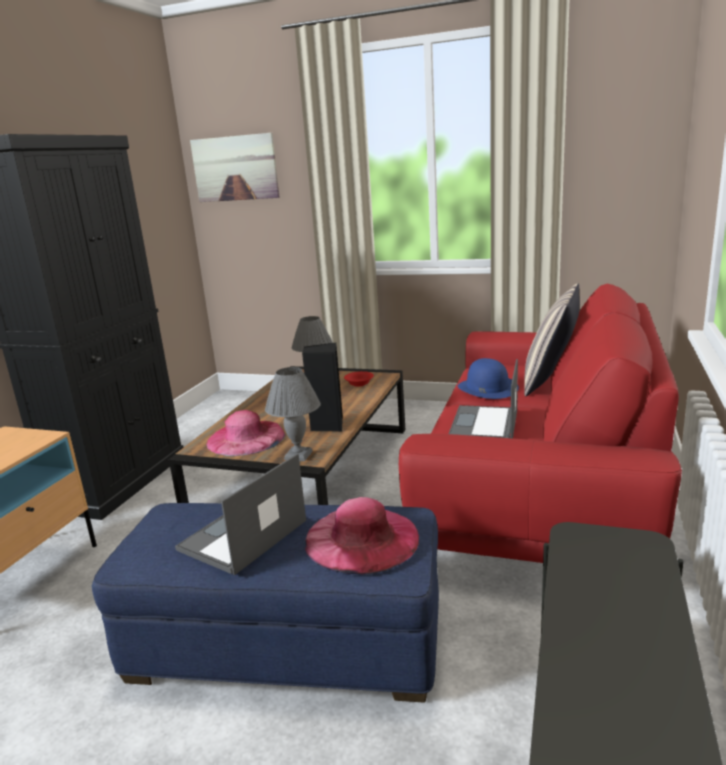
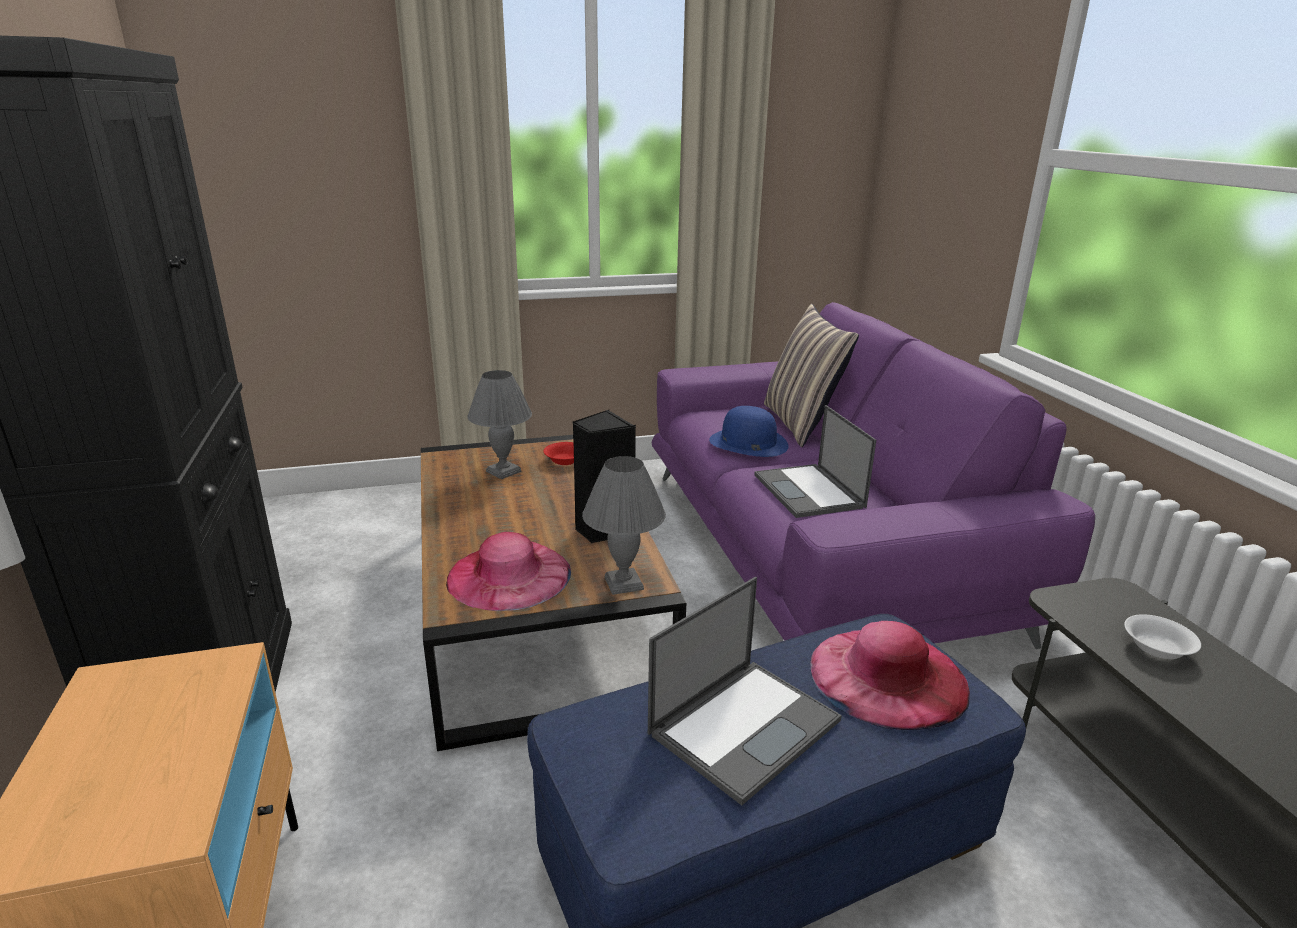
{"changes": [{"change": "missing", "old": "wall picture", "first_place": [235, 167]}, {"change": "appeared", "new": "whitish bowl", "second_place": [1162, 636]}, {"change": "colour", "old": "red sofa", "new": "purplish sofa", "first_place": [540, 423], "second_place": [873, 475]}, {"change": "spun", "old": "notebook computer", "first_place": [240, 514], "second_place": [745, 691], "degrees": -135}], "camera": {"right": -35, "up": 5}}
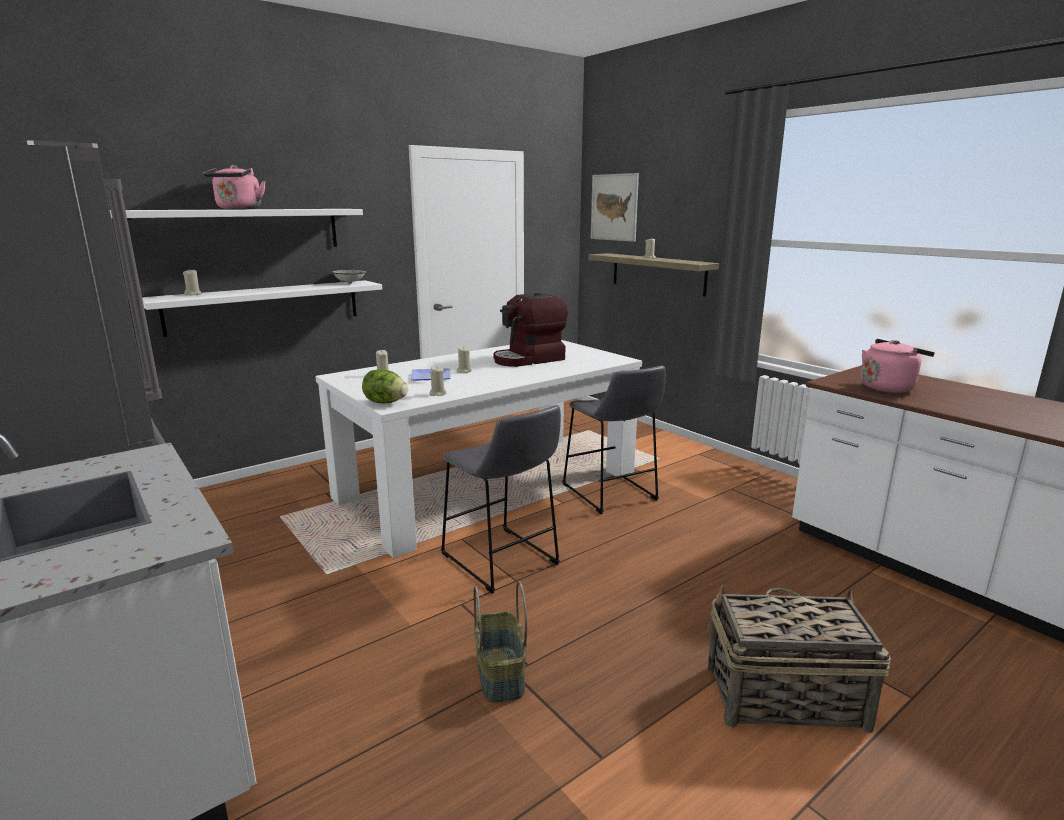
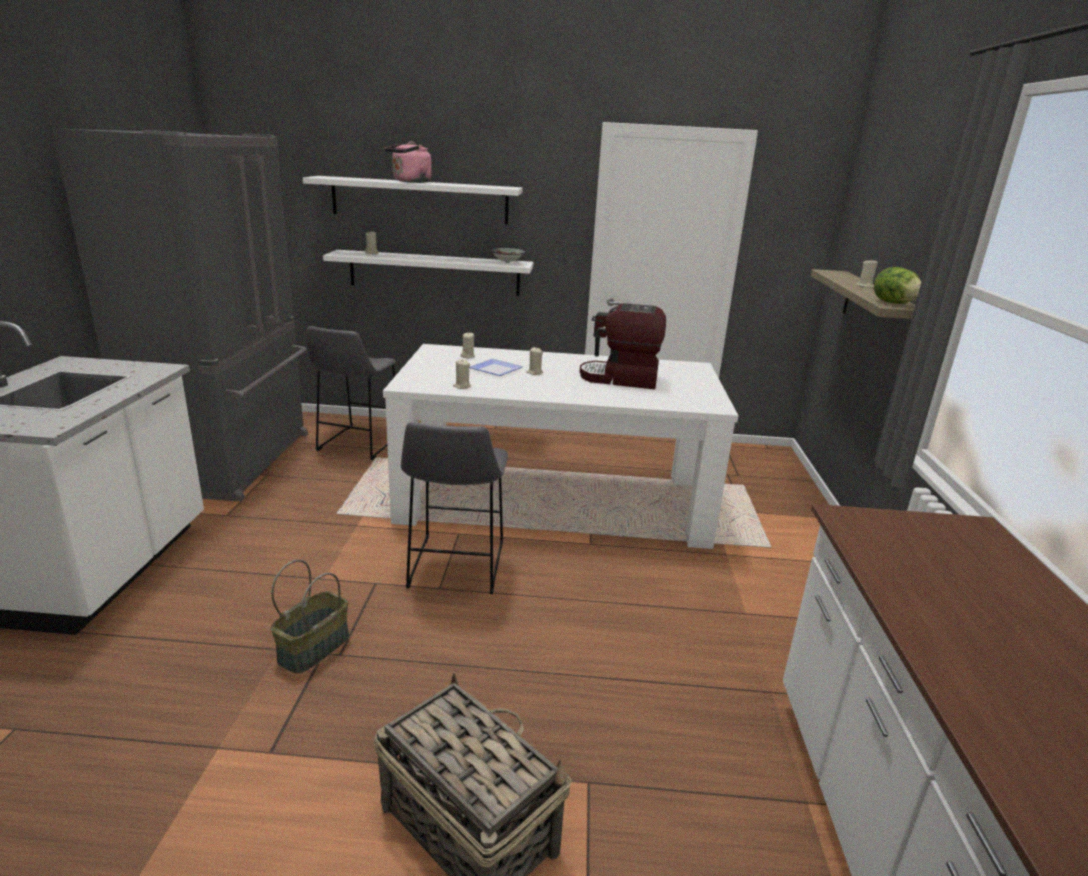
{"changes": [{"change": "missing", "old": "wall picture", "first_place": [615, 207]}, {"change": "missing", "old": "pinkish water kettle", "first_place": [898, 366]}, {"change": "relocated", "old": "head of lettuce", "first_place": [385, 386], "second_place": [897, 285]}, {"change": "relocated", "old": "gray stool seat", "first_place": [614, 440], "second_place": [351, 393]}], "camera": {"right": 40, "up": 5}}
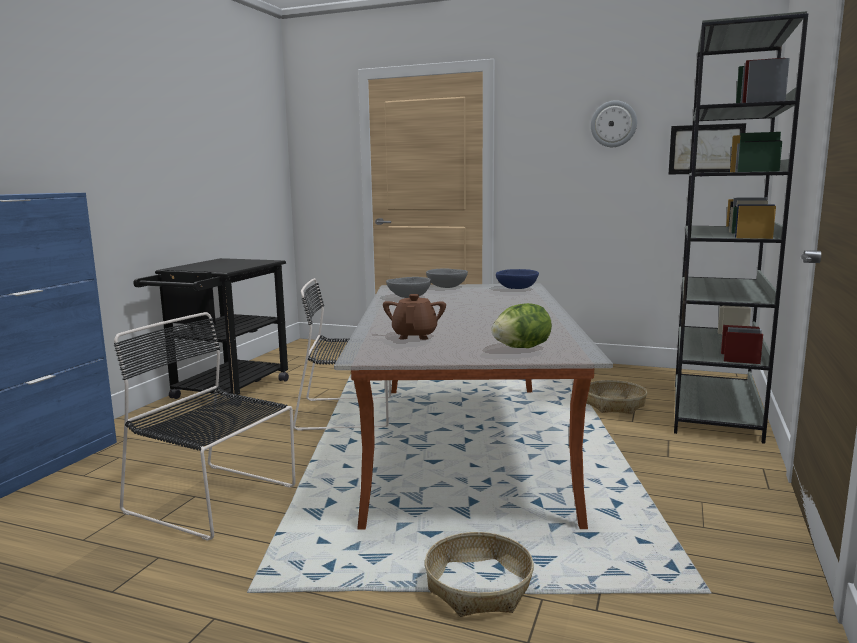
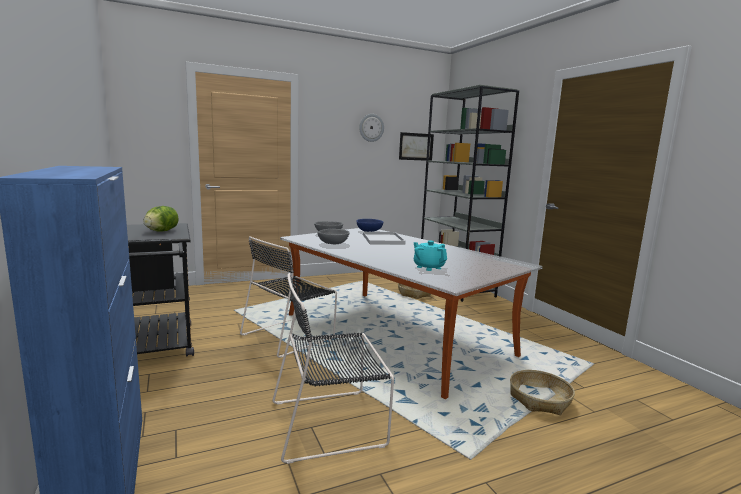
{"changes": [{"change": "appeared", "new": "whitish serving tray", "second_place": [384, 238]}, {"change": "relocated", "old": "head of lettuce", "first_place": [521, 325], "second_place": [161, 219]}, {"change": "colour", "old": "brown tea pot", "new": "blue-green tea pot", "first_place": [414, 317], "second_place": [430, 256]}], "camera": {"right": -45, "up": 0}}
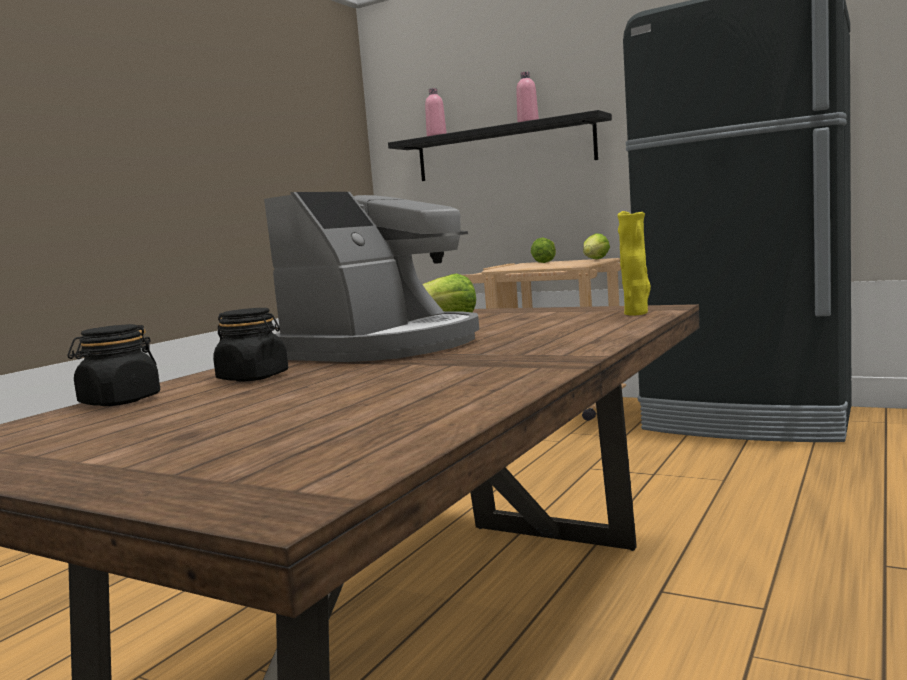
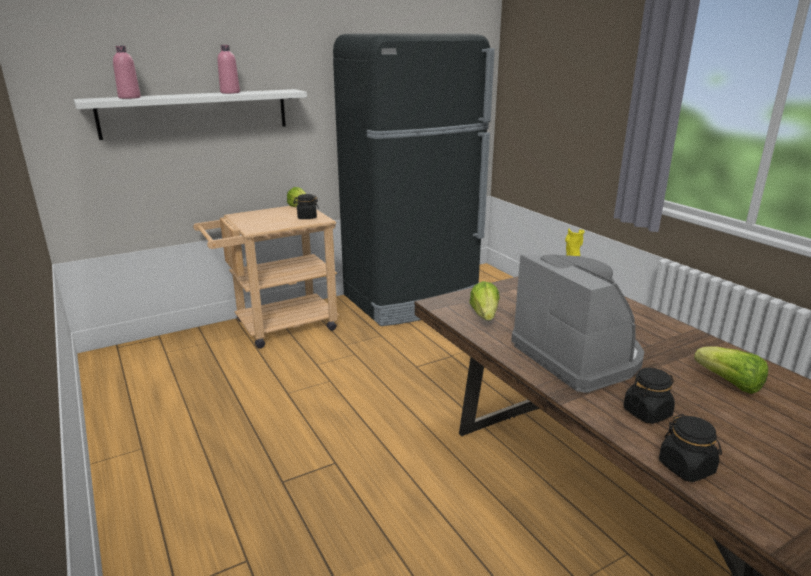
{"changes": [{"change": "appeared", "new": "blackish preserve jar", "second_place": [306, 206]}, {"change": "relocated", "old": "head of lettuce", "first_place": [543, 250], "second_place": [731, 370]}, {"change": "colour", "old": "blackish wall shelf", "new": "whitish wall shelf", "first_place": [500, 145], "second_place": [190, 114]}], "camera": {"right": -60, "up": 15}}
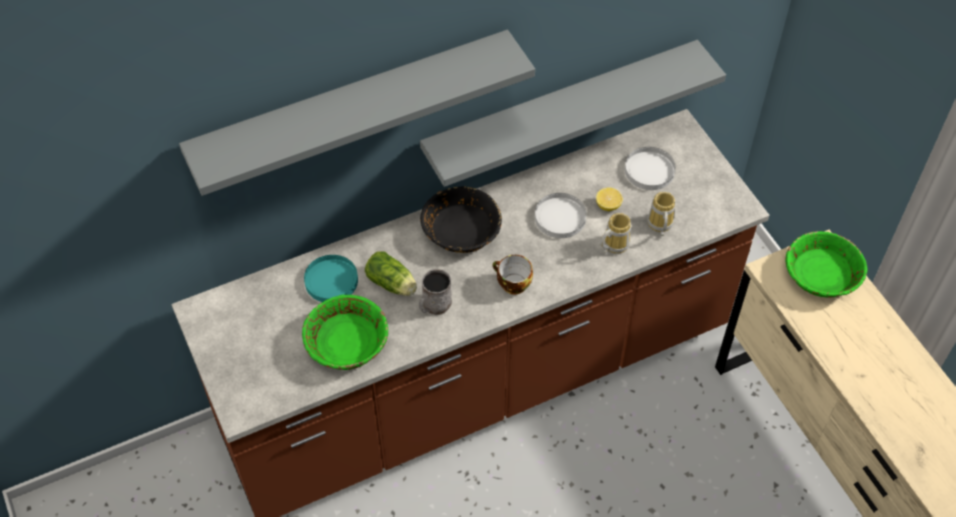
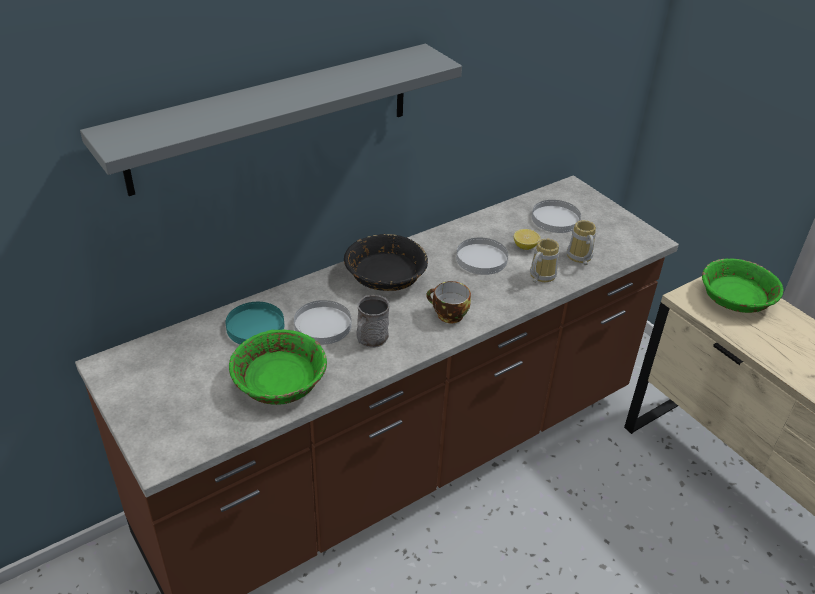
{"changes": [{"change": "missing", "old": "gray wall shelf", "first_place": [573, 113]}, {"change": "exchanged", "old": "head of lettuce", "new": "whitish flat dish", "first_place": [391, 273], "second_place": [322, 322]}], "camera": {"right": -10, "up": -15}}
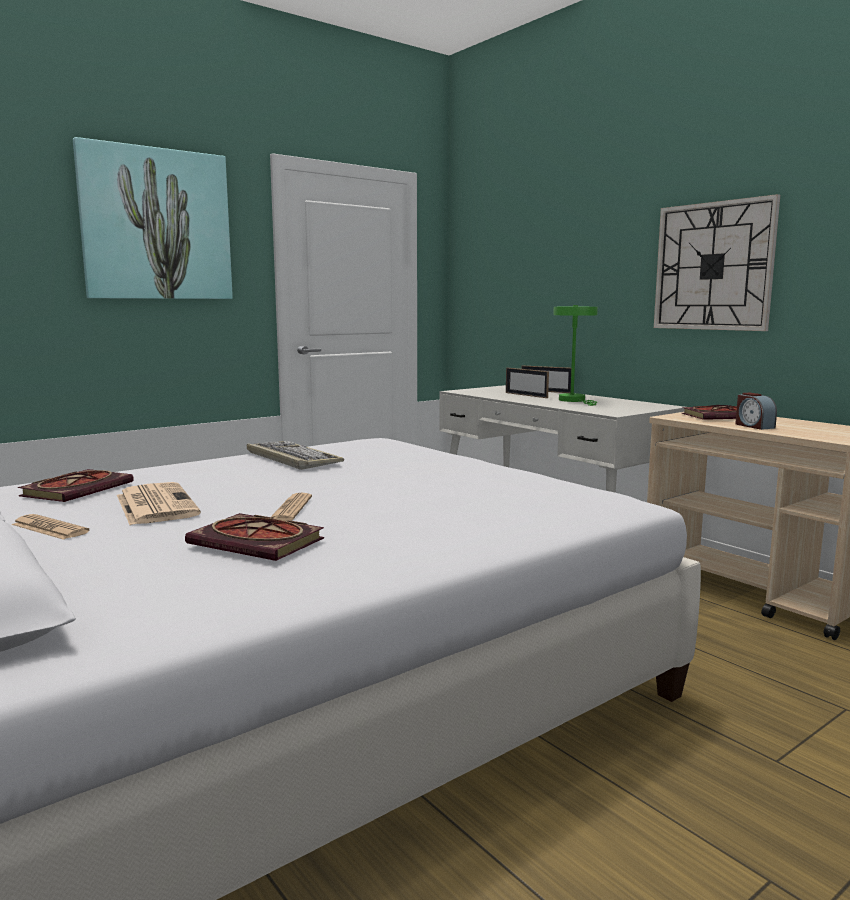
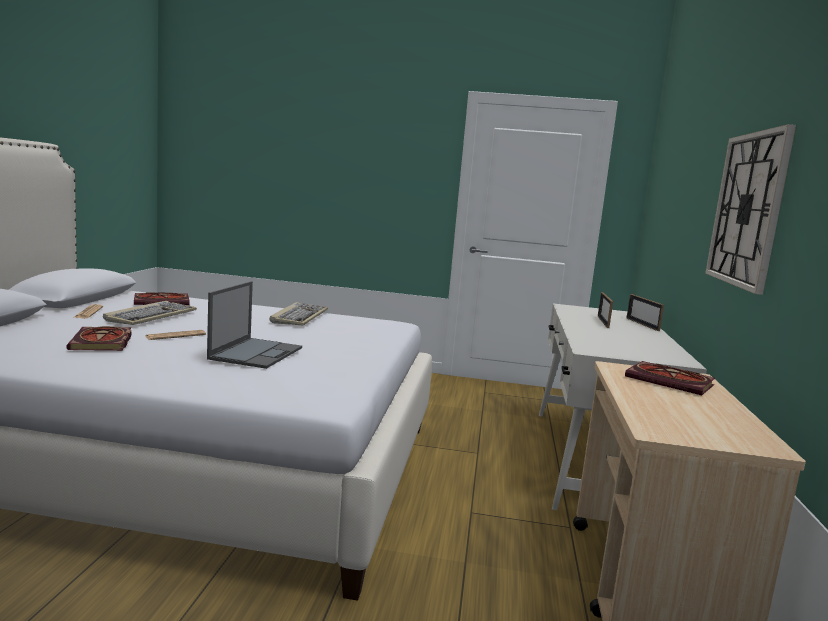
{"changes": [{"change": "missing", "old": "wall picture", "first_place": [153, 218]}, {"change": "missing", "old": "green table lamp", "first_place": [575, 355]}, {"change": "missing", "old": "alarm clock", "first_place": [756, 411]}, {"change": "appeared", "new": "notebook computer", "second_place": [254, 325]}, {"change": "exchanged", "old": "daily paper", "new": "computer keyboard", "first_place": [159, 503], "second_place": [150, 313]}], "camera": {"right": 45, "up": 0}}
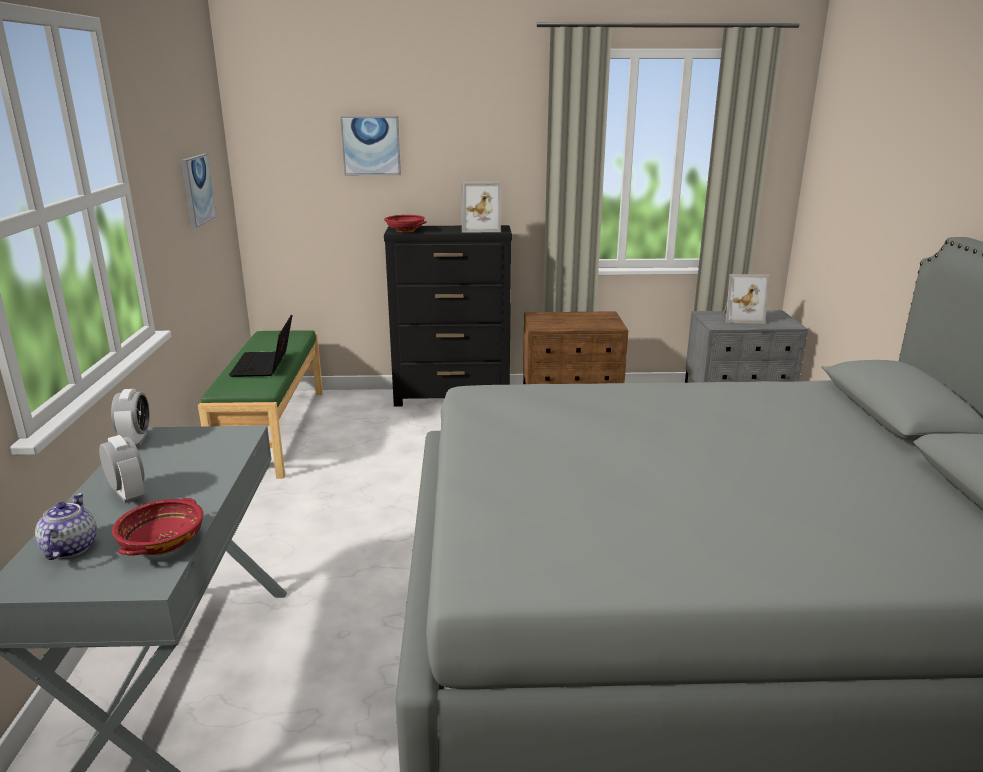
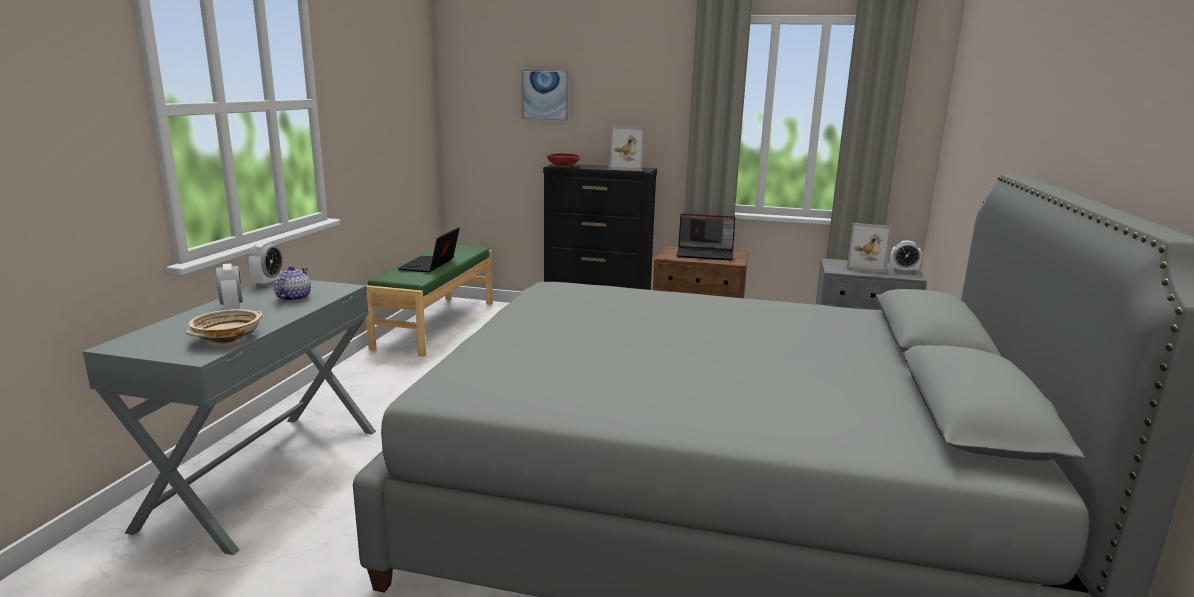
{"changes": [{"change": "missing", "old": "wall picture", "first_place": [198, 191]}, {"change": "appeared", "new": "notebook computer", "second_place": [706, 237]}, {"change": "appeared", "new": "alarm clock", "second_place": [906, 257]}, {"change": "relocated", "old": "tea pot", "first_place": [66, 526], "second_place": [292, 283]}, {"change": "colour", "old": "red bowl", "new": "beige-coloured bowl", "first_place": [157, 527], "second_place": [224, 326]}], "camera": {"right": 15, "up": -5}}
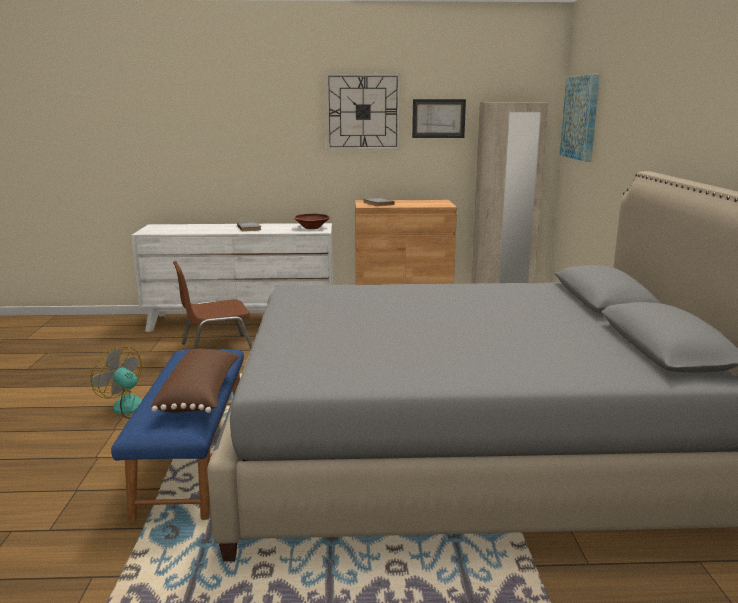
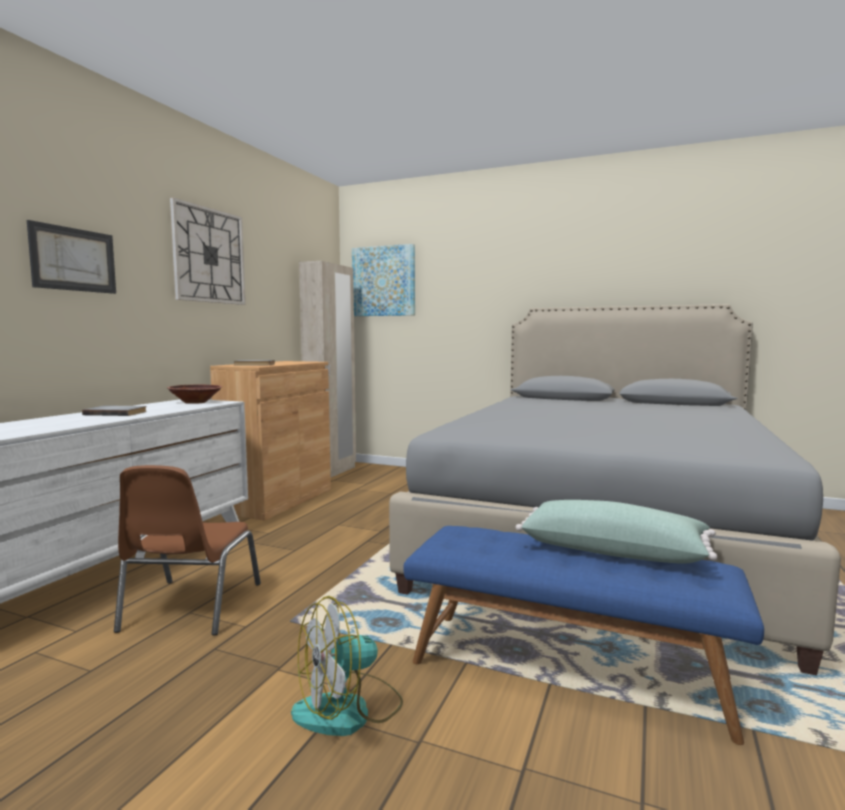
{"changes": [{"change": "relocated", "old": "wall picture", "first_place": [439, 118], "second_place": [71, 257]}, {"change": "colour", "old": "brown cushion", "new": "green cushion", "first_place": [195, 381], "second_place": [616, 532]}], "camera": {"right": -65, "up": -10}}
